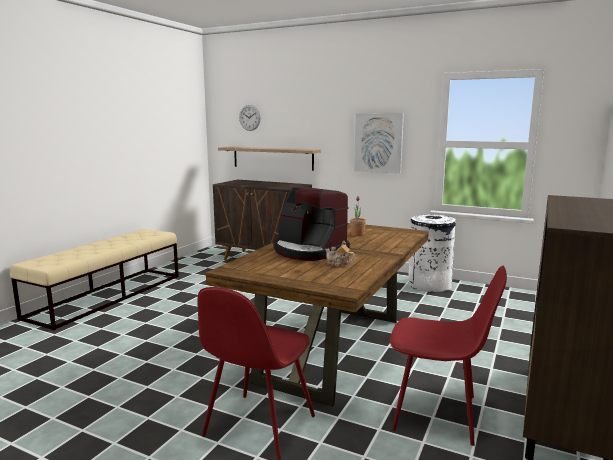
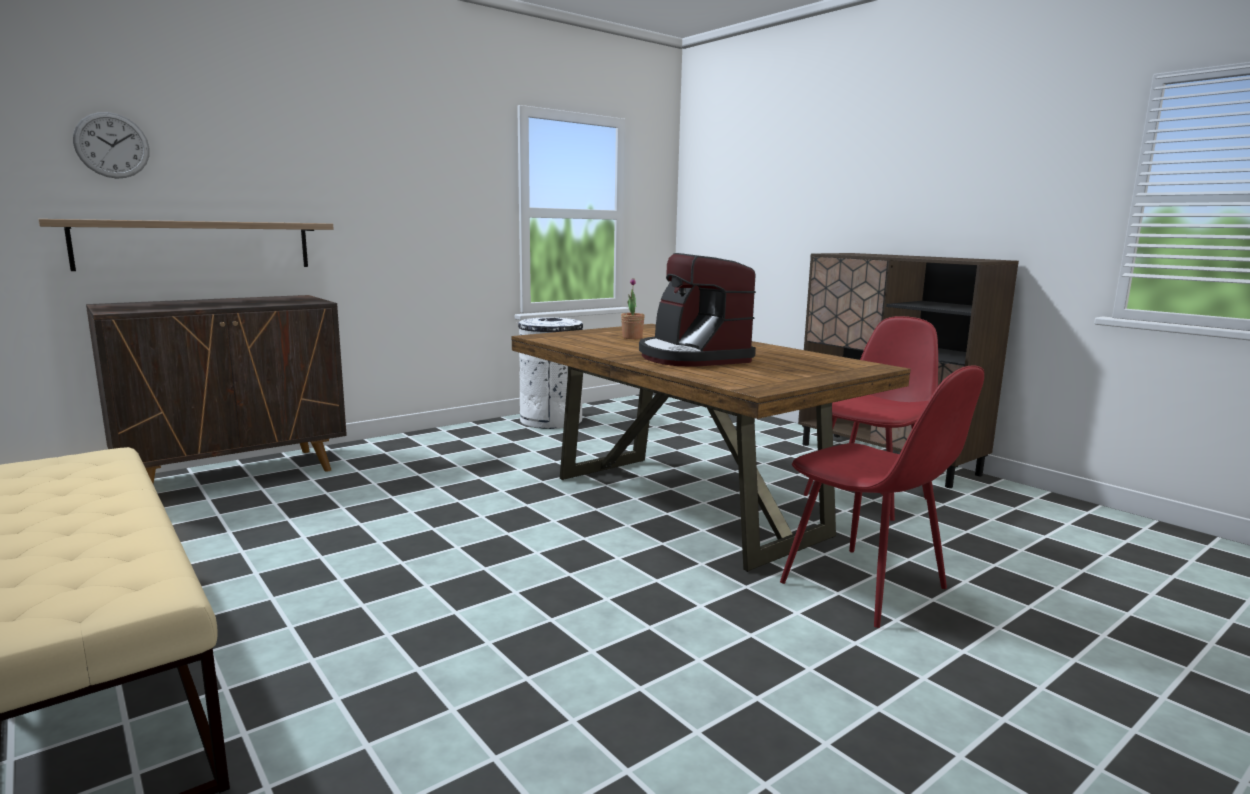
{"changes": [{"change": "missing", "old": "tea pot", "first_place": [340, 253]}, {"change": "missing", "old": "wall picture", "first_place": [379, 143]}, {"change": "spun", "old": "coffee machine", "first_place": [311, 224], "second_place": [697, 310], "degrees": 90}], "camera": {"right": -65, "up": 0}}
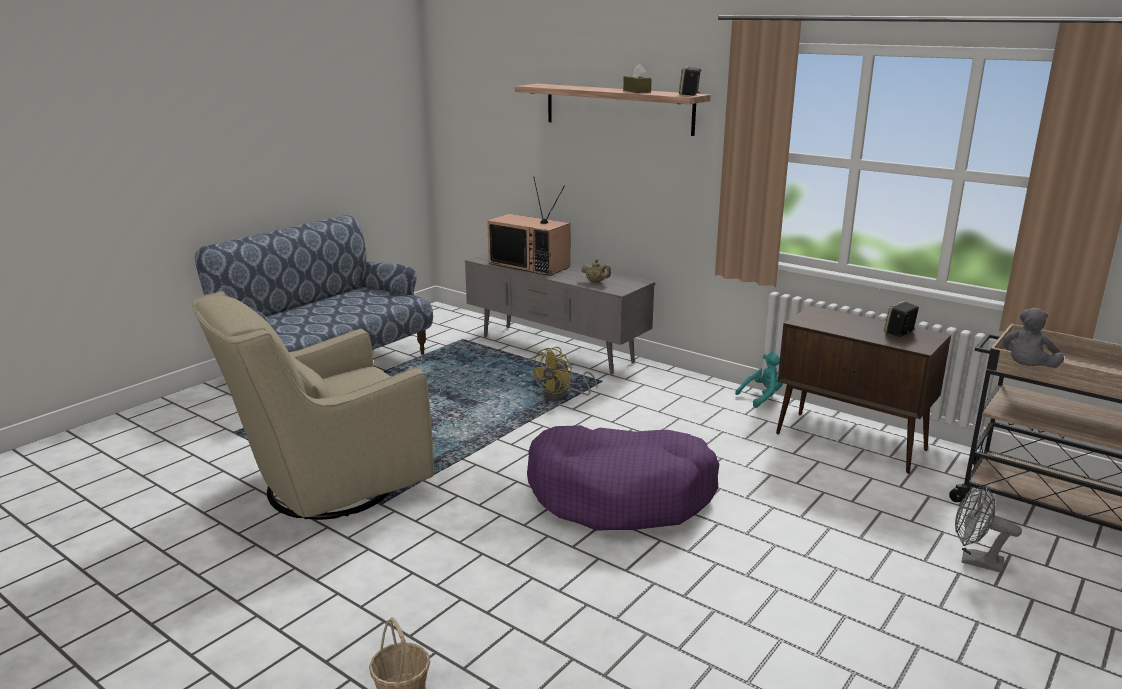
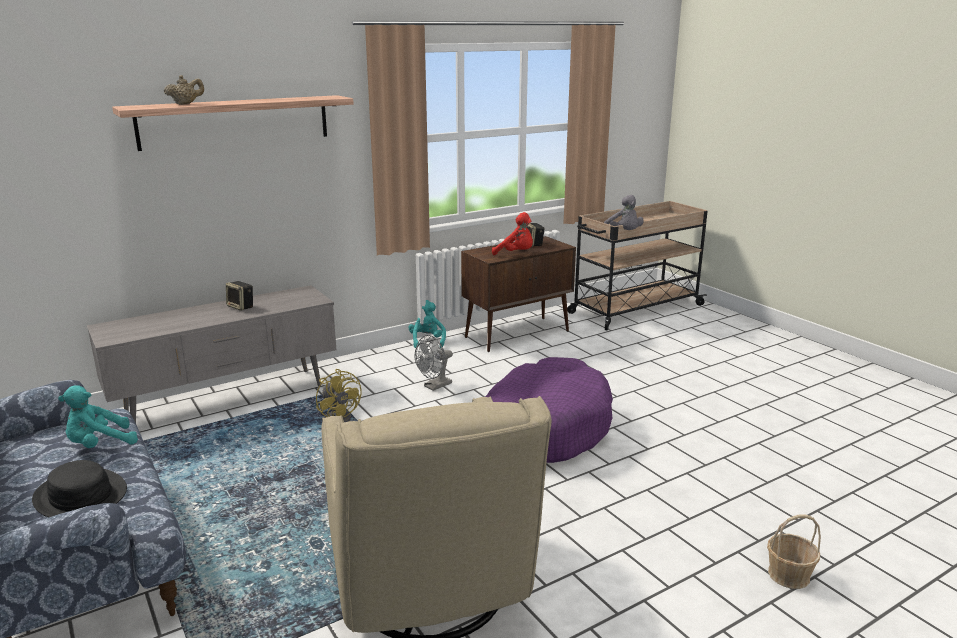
{"changes": [{"change": "missing", "old": "TV", "first_place": [528, 226]}, {"change": "missing", "old": "brown box of tissues", "first_place": [637, 78]}, {"change": "appeared", "new": "blackish hat", "second_place": [79, 488]}, {"change": "appeared", "new": "blue-green cuddly toy", "second_place": [98, 416]}, {"change": "appeared", "new": "red cuddly toy", "second_place": [512, 233]}, {"change": "relocated", "old": "beige-coloured tea pot", "first_place": [596, 271], "second_place": [183, 90]}, {"change": "relocated", "old": "loudspeaker", "first_place": [690, 81], "second_place": [239, 296]}, {"change": "relocated", "old": "gray fan", "first_place": [988, 529], "second_place": [434, 363]}], "camera": {"right": -70, "up": 0}}
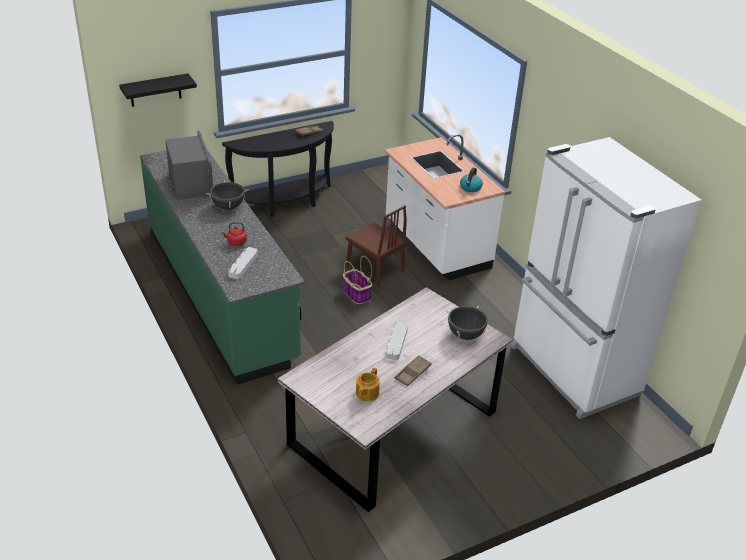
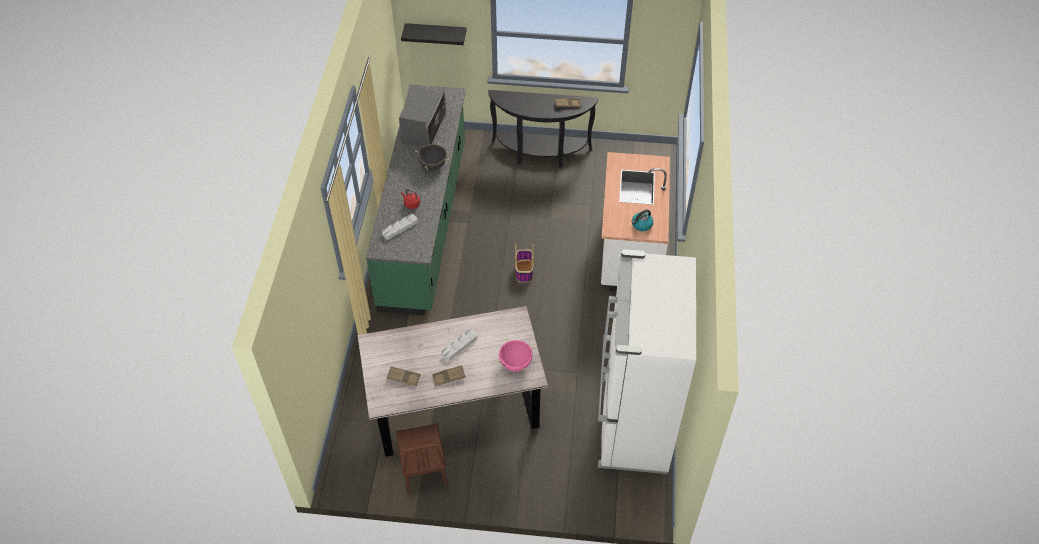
{"changes": [{"change": "relocated", "old": "brown upright chair", "first_place": [376, 246], "second_place": [421, 458]}, {"change": "exchanged", "old": "tea pot", "new": "brown serving tray", "first_place": [368, 384], "second_place": [404, 376]}, {"change": "colour", "old": "blackish cooking pot", "new": "pinkish cooking pot", "first_place": [468, 323], "second_place": [516, 355]}], "camera": {"right": 35, "up": 15}}
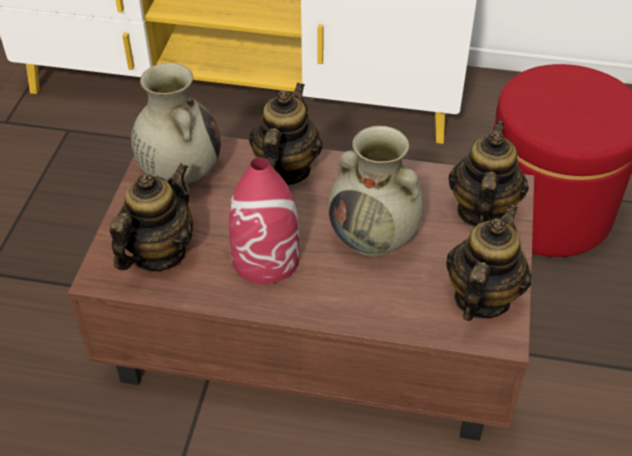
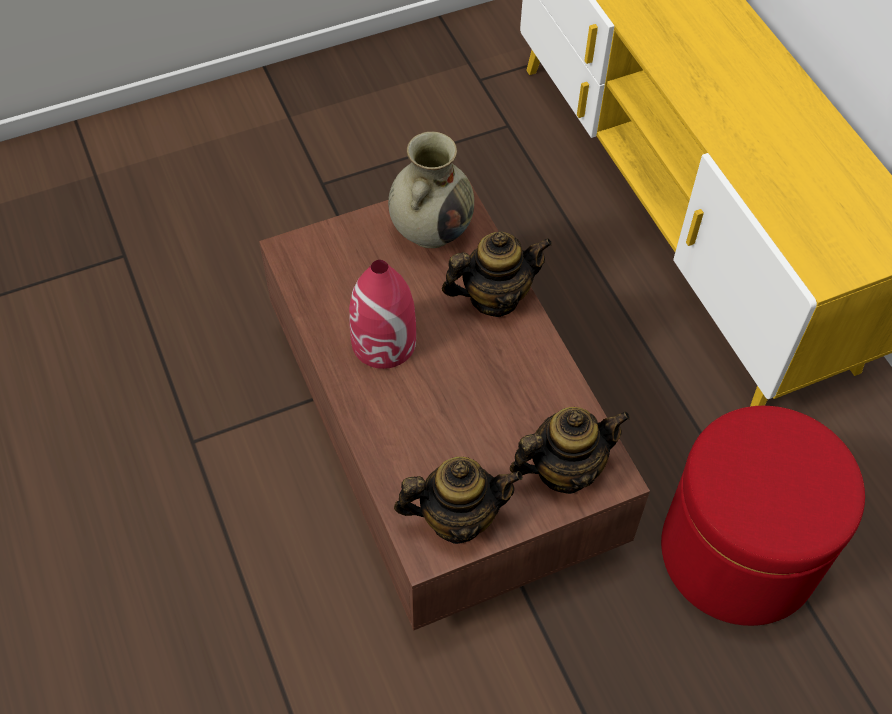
{"changes": [{"change": "missing", "old": "tea pot", "first_place": [151, 217]}, {"change": "missing", "old": "beige-coloured decorative vase", "first_place": [376, 191]}], "camera": {"right": 55, "up": 10}}
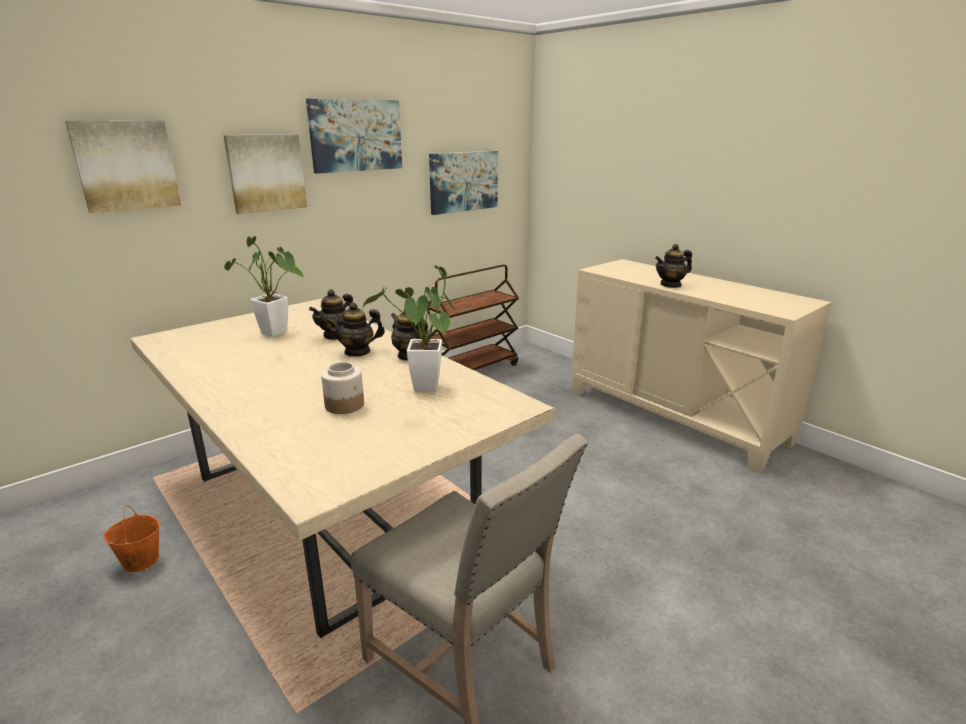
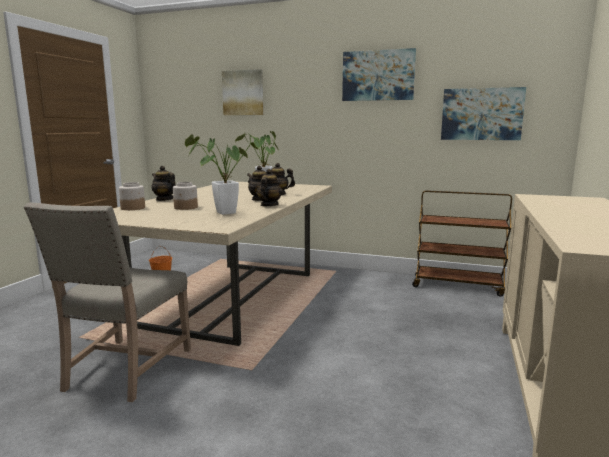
{"changes": [{"change": "missing", "old": "wall picture", "first_place": [265, 174]}, {"change": "appeared", "new": "preserve jar", "second_place": [132, 196]}, {"change": "relocated", "old": "tea pot", "first_place": [673, 266], "second_place": [164, 183]}], "camera": {"right": 60, "up": -10}}
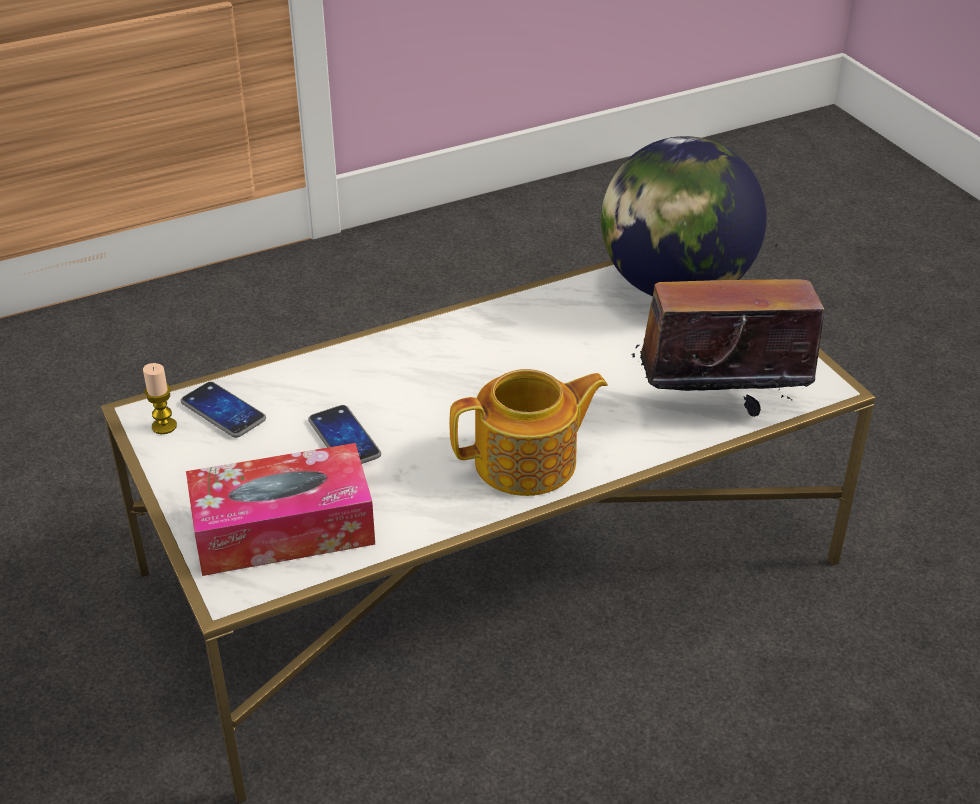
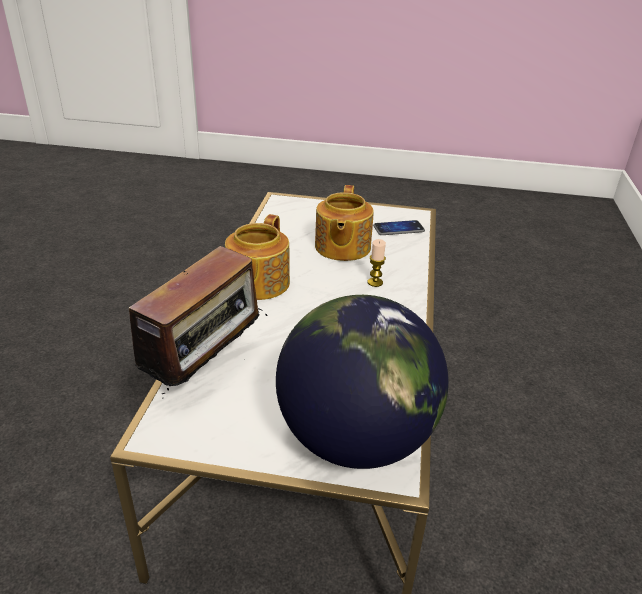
{"changes": [{"change": "missing", "old": "box of tissues", "first_place": [280, 509]}, {"change": "relocated", "old": "candle", "first_place": [160, 398], "second_place": [377, 263]}, {"change": "exchanged", "old": "telephone", "new": "tea pot", "first_place": [344, 434], "second_place": [344, 223]}], "camera": {"right": 125, "up": -5}}
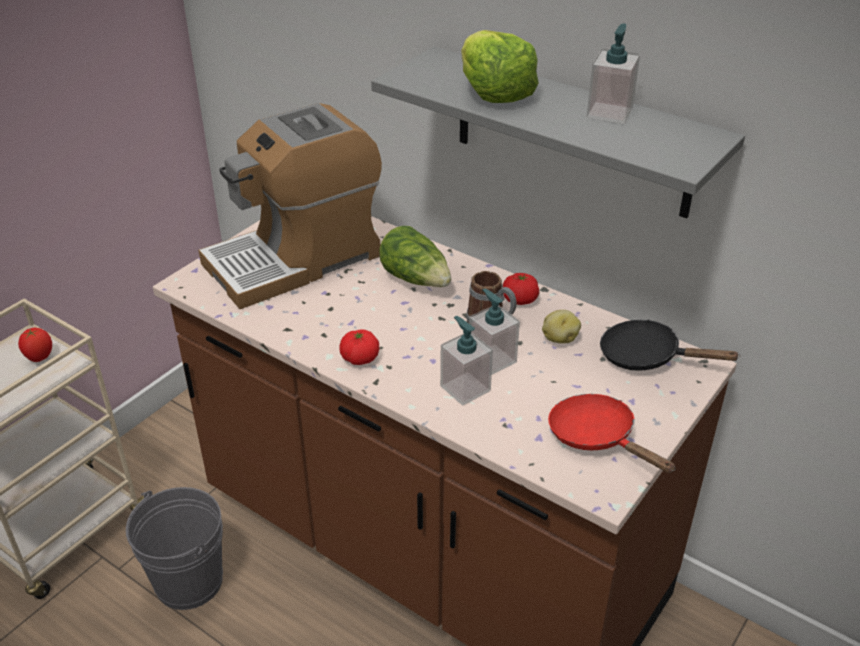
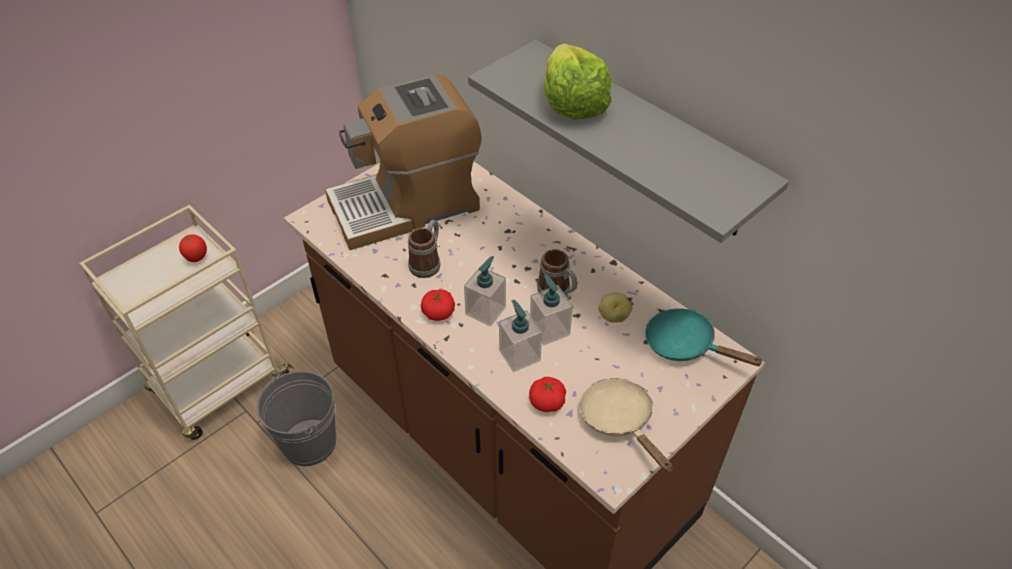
{"changes": [{"change": "missing", "old": "head of lettuce", "first_place": [415, 256]}, {"change": "appeared", "new": "mug", "second_place": [424, 249]}, {"change": "relocated", "old": "tomato", "first_place": [521, 289], "second_place": [547, 394]}, {"change": "relocated", "old": "soap dispenser", "first_place": [613, 73], "second_place": [485, 291]}, {"change": "colour", "old": "red pan", "new": "beige-coloured pan", "first_place": [612, 433], "second_place": [625, 425]}, {"change": "colour", "old": "blackish pan", "new": "blue-green pan", "first_place": [670, 345], "second_place": [704, 337]}], "camera": {"right": 10, "up": 10}}
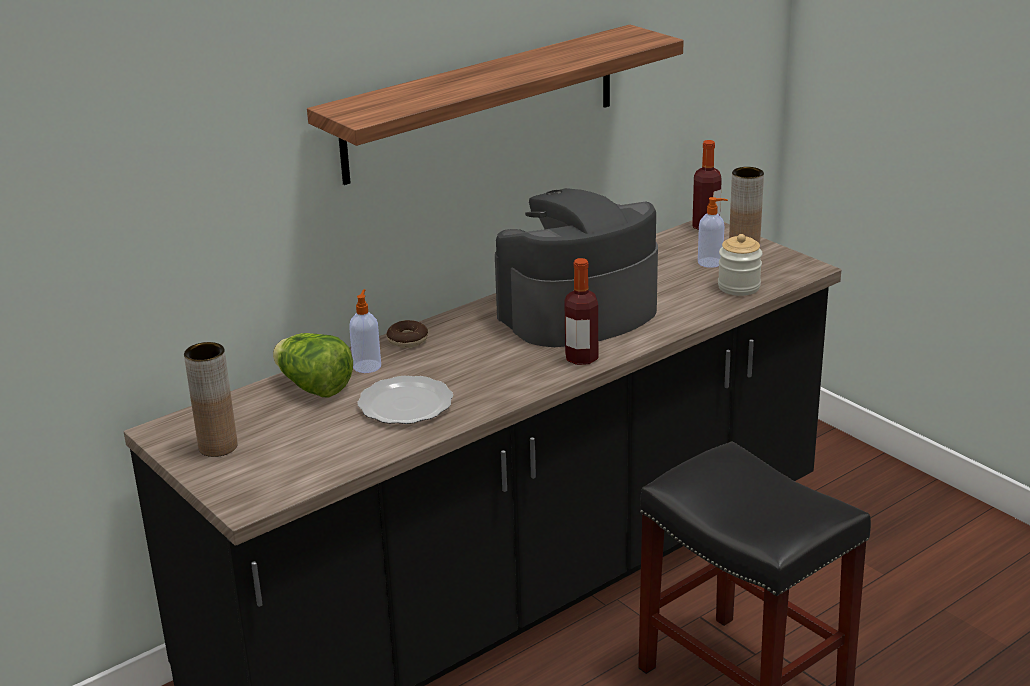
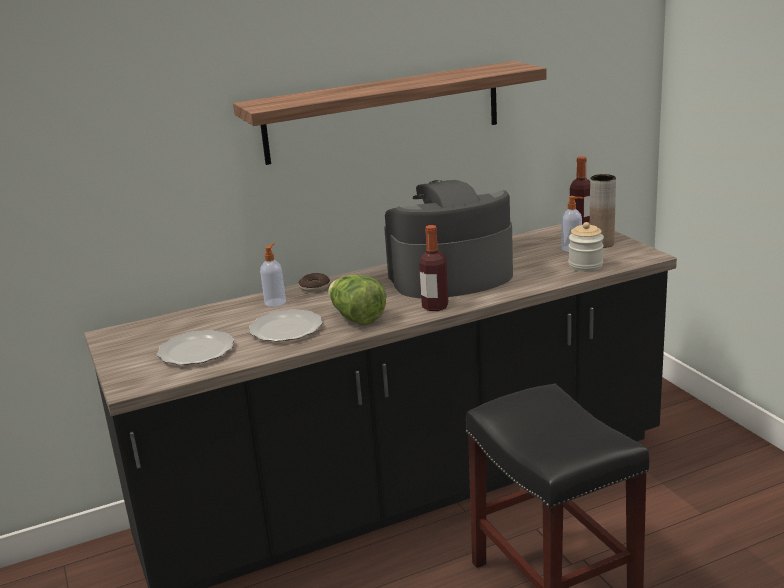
{"changes": [{"change": "missing", "old": "brown decorative vase", "first_place": [211, 399]}, {"change": "appeared", "new": "flat dish", "second_place": [195, 347]}, {"change": "relocated", "old": "head of lettuce", "first_place": [313, 365], "second_place": [357, 300]}], "camera": {"right": 15, "up": -5}}
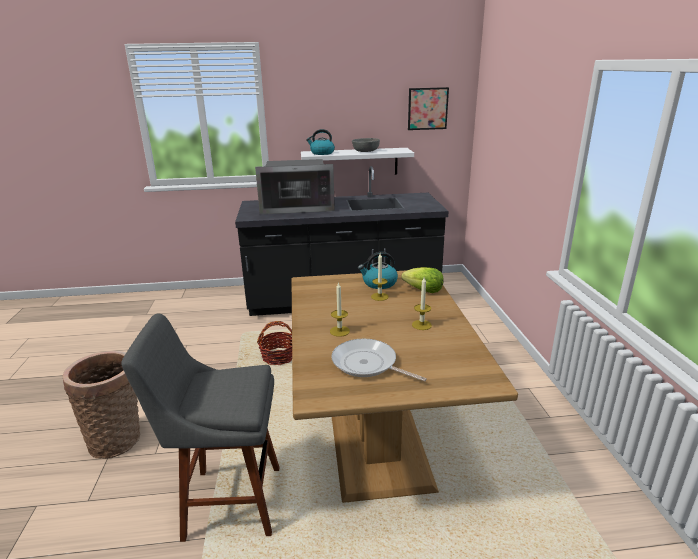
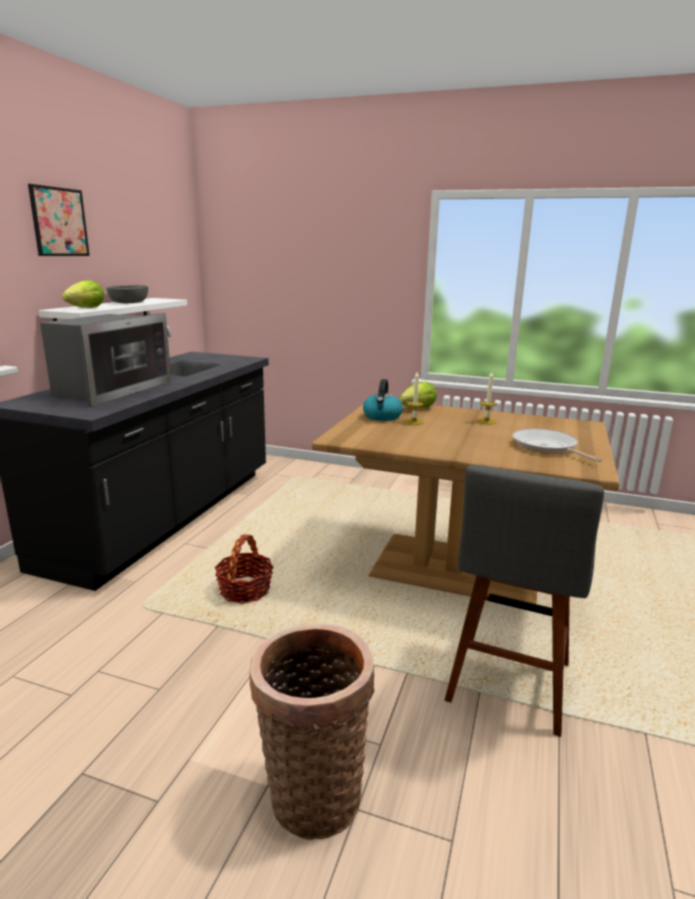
{"changes": [{"change": "missing", "old": "candle", "first_place": [340, 309]}, {"change": "relocated", "old": "wall picture", "first_place": [428, 108], "second_place": [59, 220]}, {"change": "exchanged", "old": "water kettle", "new": "head of lettuce", "first_place": [320, 142], "second_place": [83, 294]}, {"change": "spun", "old": "pan", "first_place": [379, 360], "second_place": [557, 445], "degrees": 90}], "camera": {"right": -65, "up": -5}}
